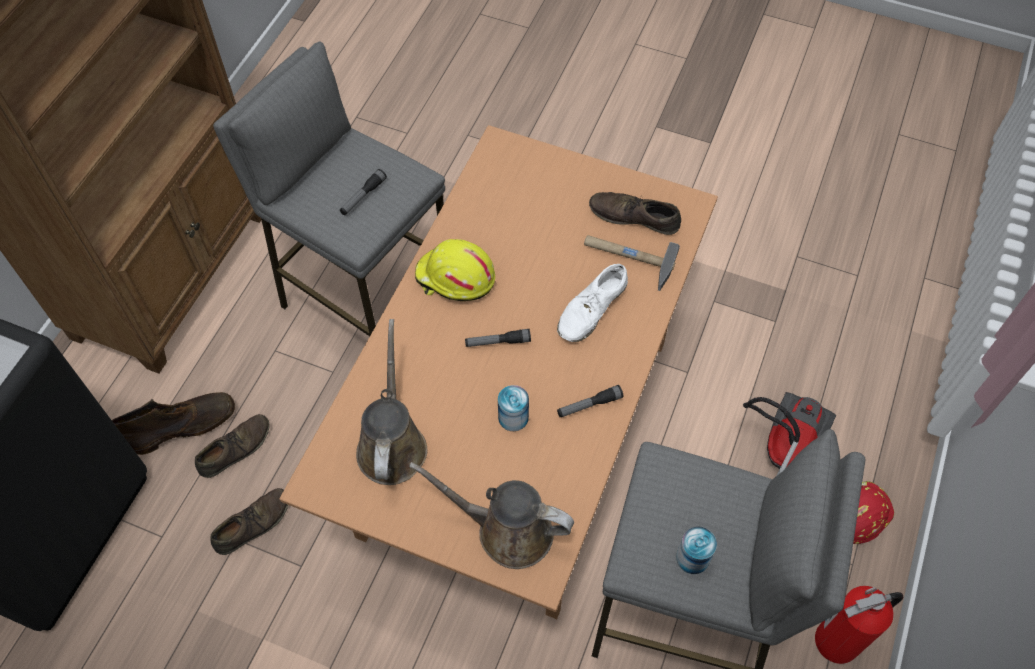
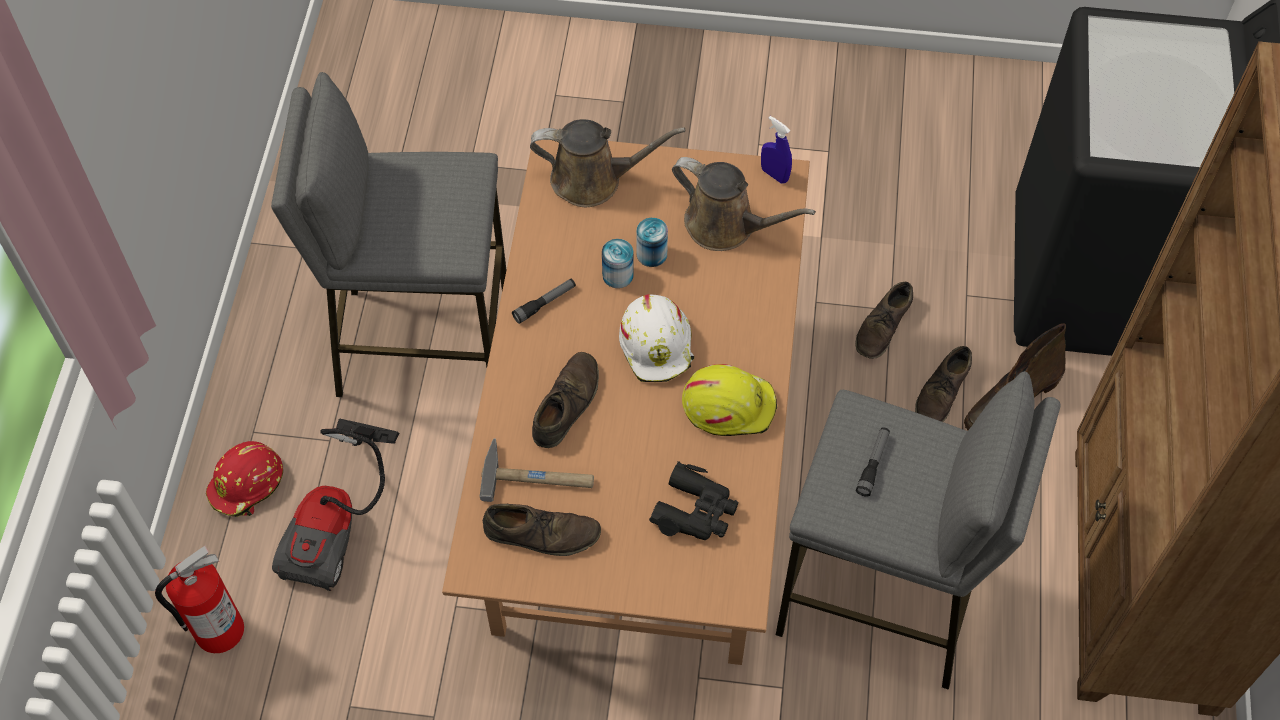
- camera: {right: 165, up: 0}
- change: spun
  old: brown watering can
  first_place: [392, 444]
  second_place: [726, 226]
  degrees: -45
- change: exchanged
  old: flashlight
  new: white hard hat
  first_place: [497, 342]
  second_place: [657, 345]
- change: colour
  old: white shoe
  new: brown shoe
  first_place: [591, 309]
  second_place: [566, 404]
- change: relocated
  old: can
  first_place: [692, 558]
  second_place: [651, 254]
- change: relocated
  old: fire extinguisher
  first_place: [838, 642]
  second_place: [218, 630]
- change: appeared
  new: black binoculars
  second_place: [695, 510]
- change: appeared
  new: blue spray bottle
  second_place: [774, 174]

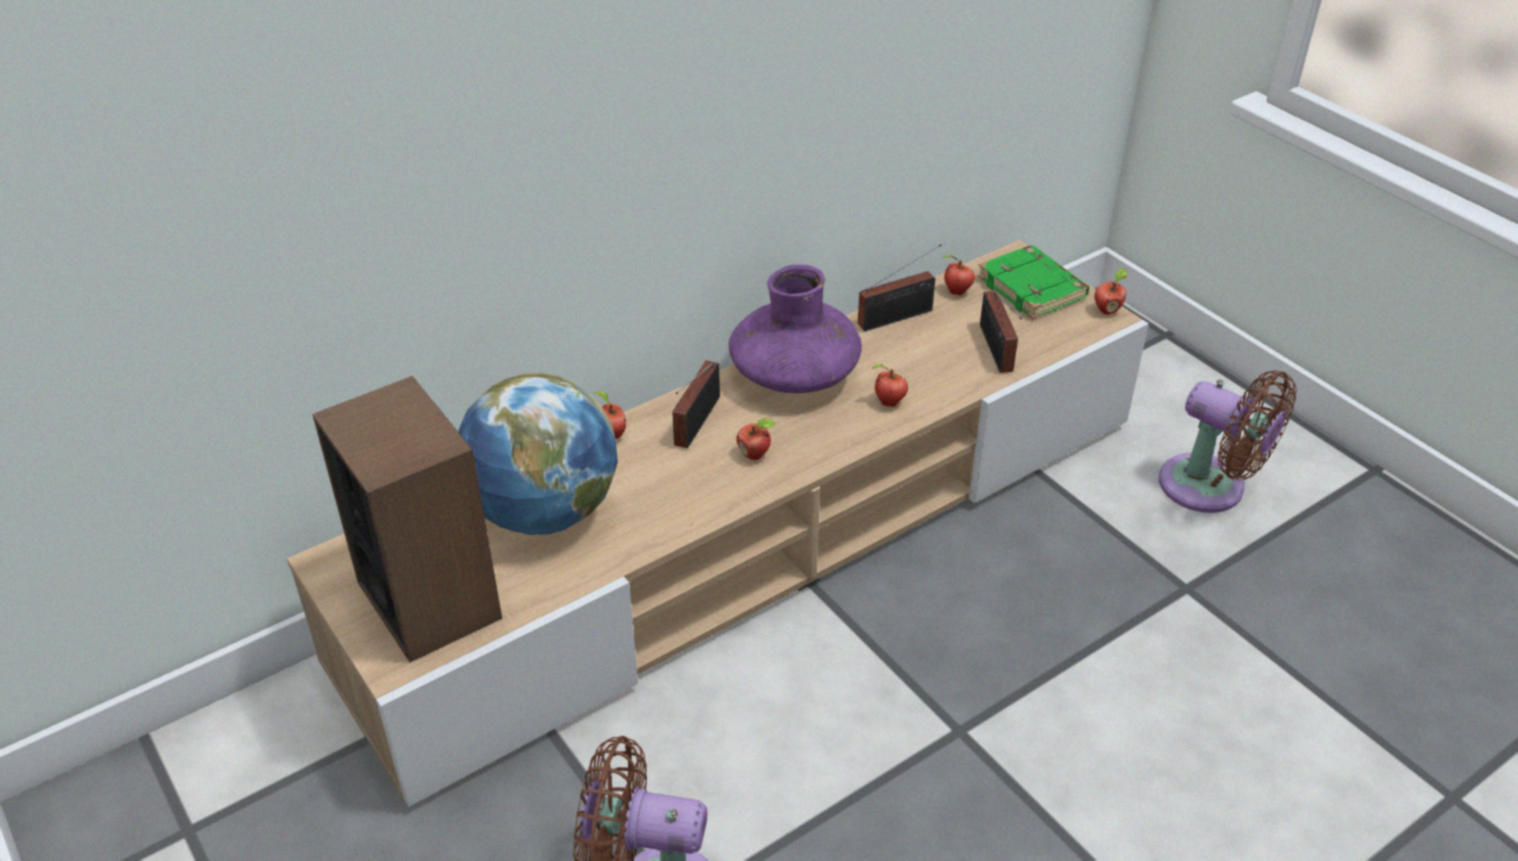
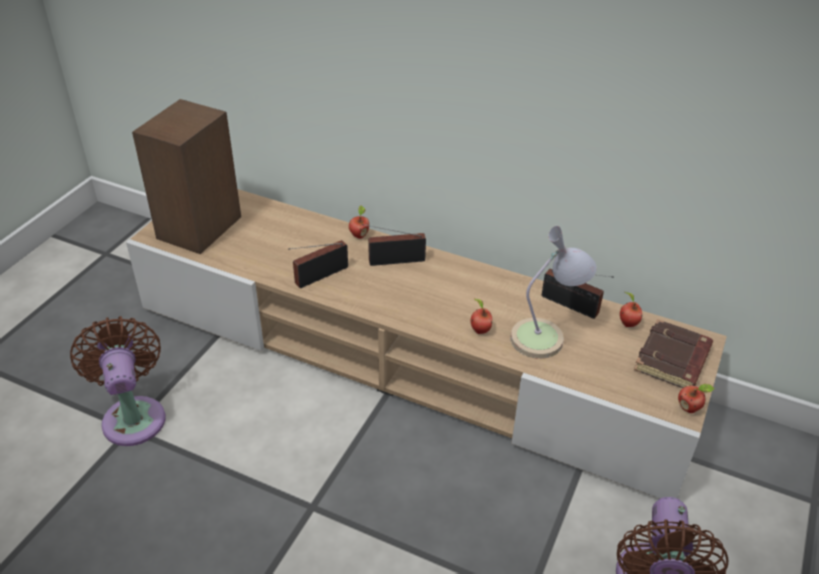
- camera: {right: 60, up: 0}
- change: missing
  old: globe
  first_place: [544, 513]
- change: missing
  old: purple vase
  first_place: [794, 375]
- change: missing
  old: apple
  first_place: [755, 455]
- change: colour
  old: green book
  new: brown book
  first_place: [1033, 288]
  second_place: [673, 360]
- change: relocated
  old: radio
  first_place: [996, 351]
  second_place: [318, 276]
- change: appeared
  new: table lamp
  second_place: [547, 336]

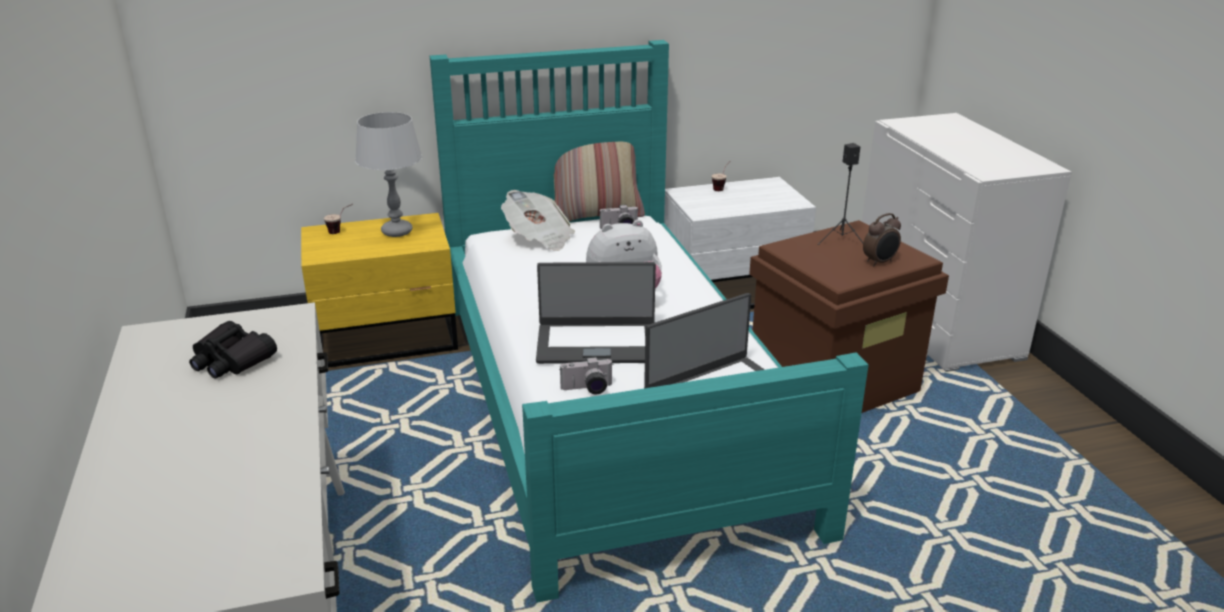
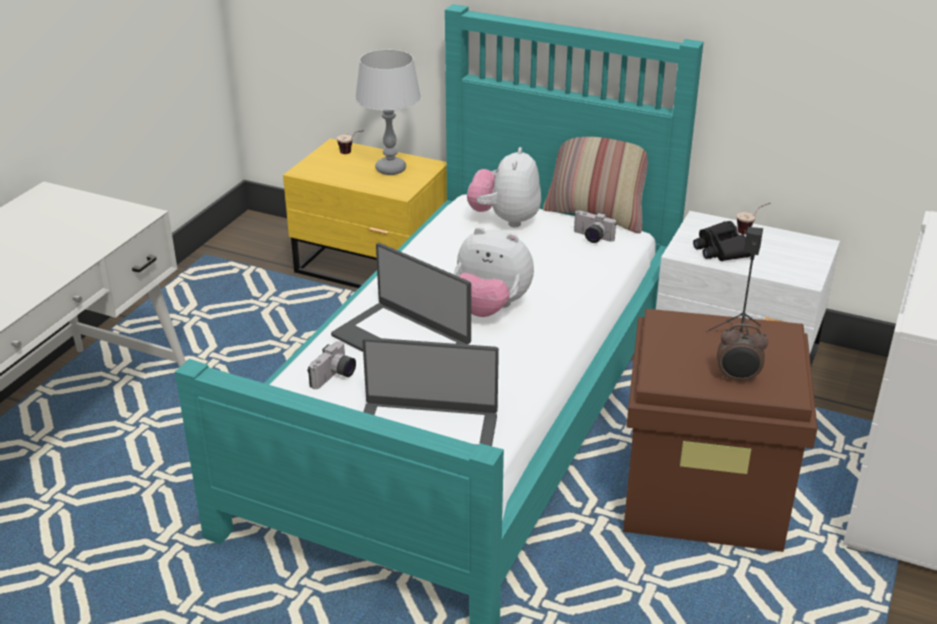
- camera: {right: 40, up: 5}
- change: relocated
  old: black binoculars
  first_place: [231, 360]
  second_place: [721, 250]
- change: exchanged
  old: newspaper
  new: plush toy
  first_place: [539, 238]
  second_place: [505, 219]
- change: spun
  old: photo camera
  first_place: [587, 389]
  second_place: [335, 377]
  degrees: -90

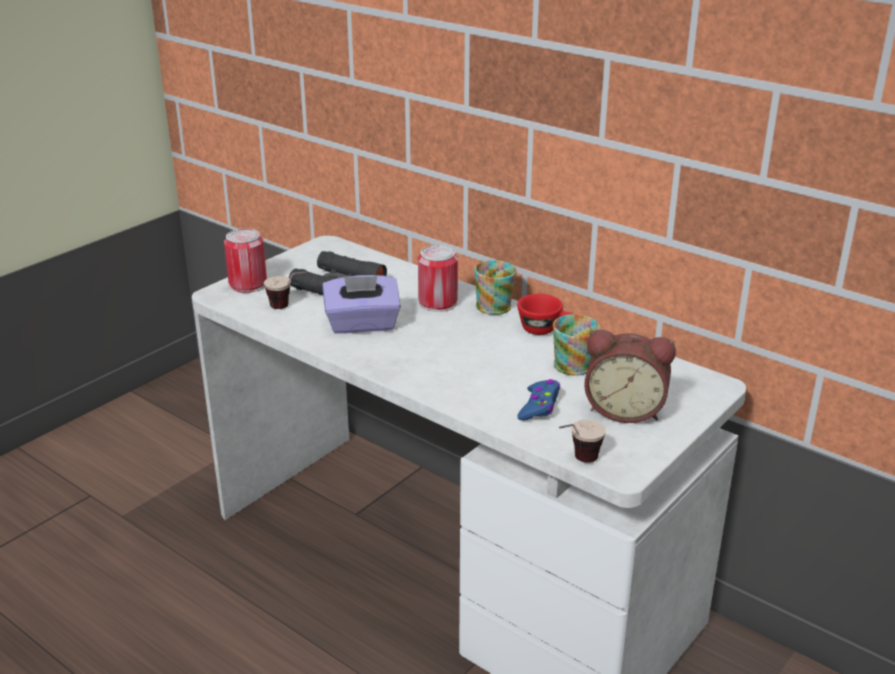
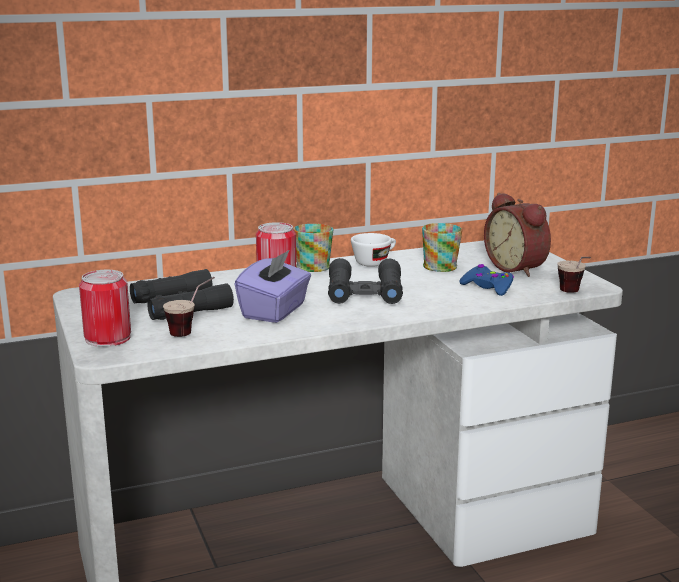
- camera: {right: -60, up: -10}
- change: colour
  old: red cup
  new: white cup
  first_place: [545, 330]
  second_place: [374, 262]
- change: spun
  old: alarm clock
  first_place: [625, 409]
  second_place: [518, 268]
  degrees: 105
- change: appeared
  new: black binoculars
  second_place: [365, 292]

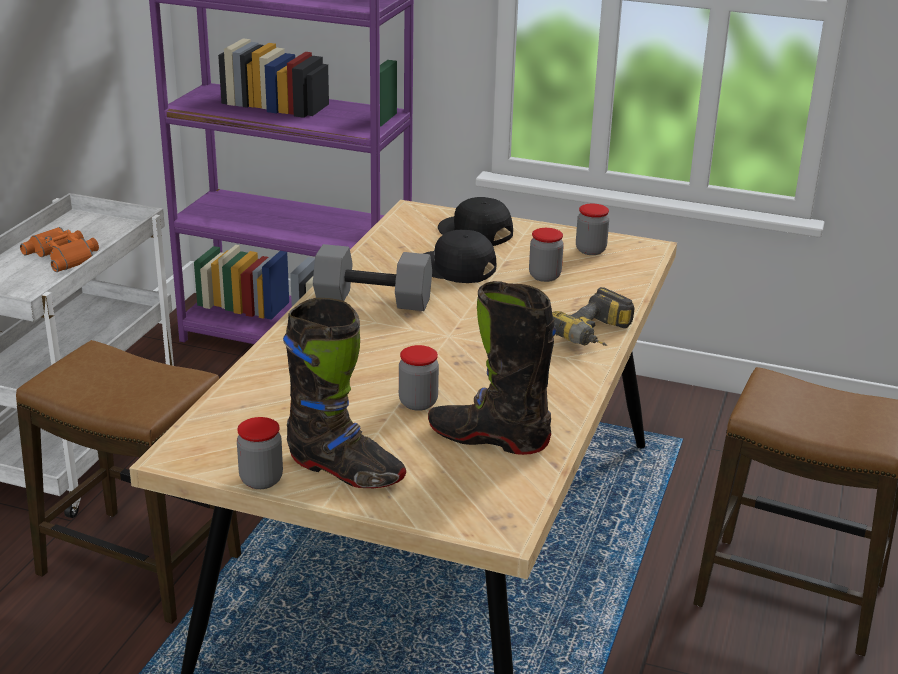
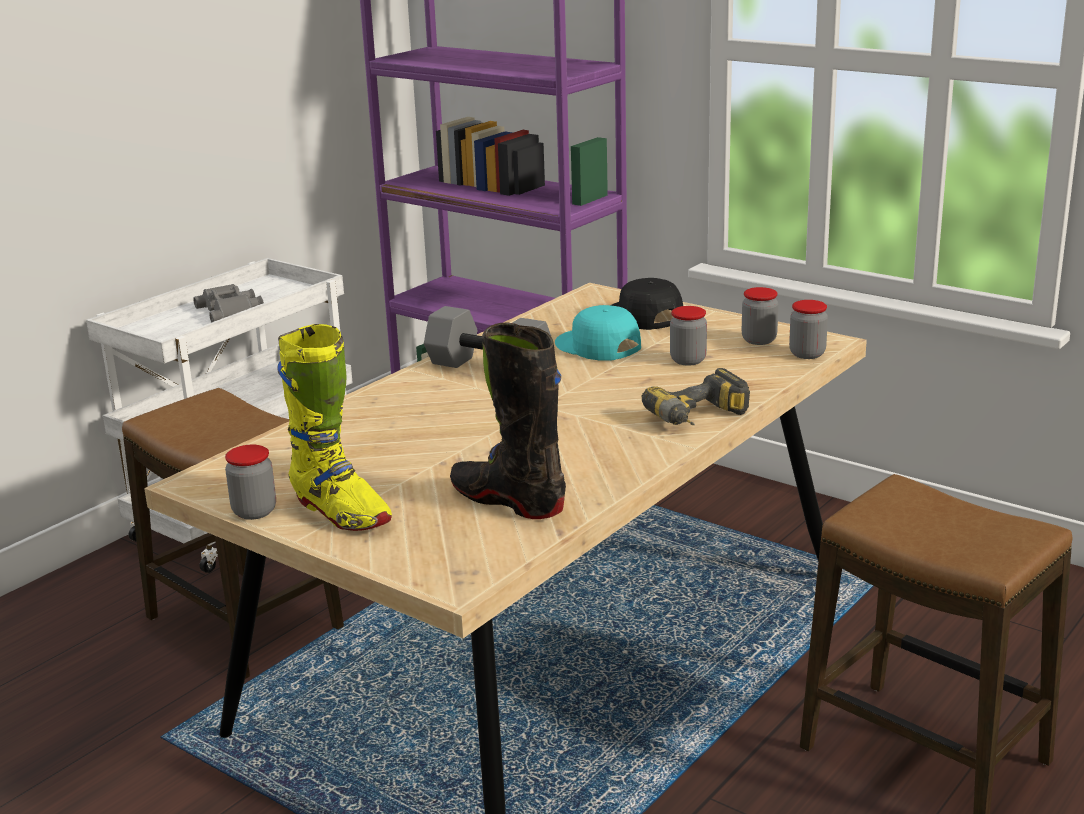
- camera: {right: 20, up: -5}
- change: colour
  old: orange binoculars
  new: grey binoculars
  first_place: [64, 255]
  second_place: [232, 311]
- change: colour
  old: black boot
  new: yellow boot
  first_place: [345, 470]
  second_place: [340, 513]
- change: relocated
  old: jar
  first_place: [418, 403]
  second_place: [807, 354]
- change: colour
  old: black cap
  new: turquoise cap
  first_place: [455, 268]
  second_place: [597, 346]

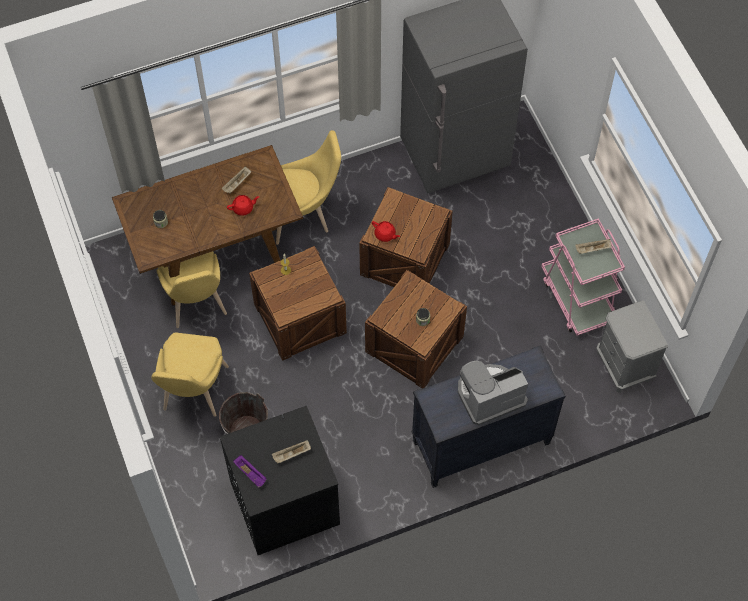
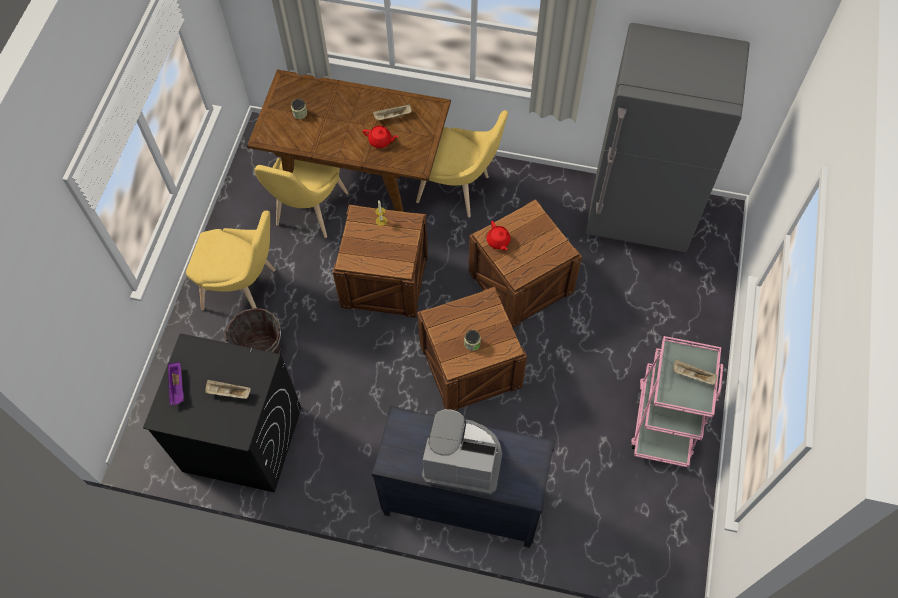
- camera: {right: 35, up: 0}
- change: spun
  old: yellow chair
  first_place: [193, 393]
  second_place: [245, 289]
  degrees: -120
- change: missing
  old: grey nightstand
  first_place: [624, 366]

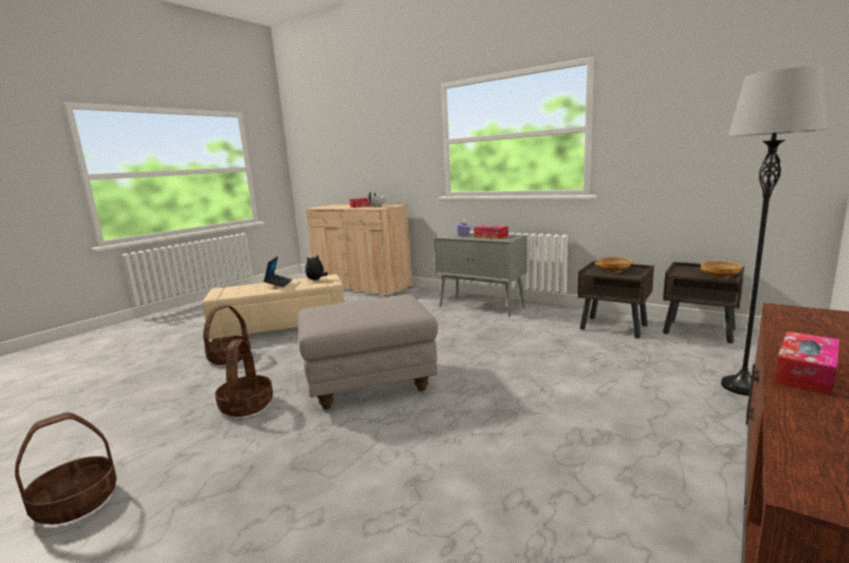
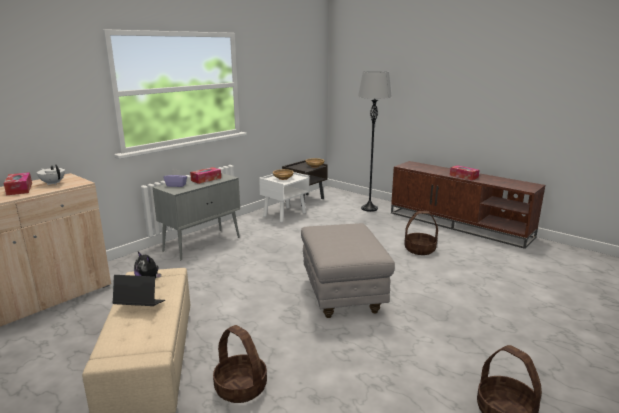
- camera: {right: -85, up: 5}
- change: relocated
  old: basket
  first_place: [247, 405]
  second_place: [420, 249]
- change: colour
  old: brown nightstand
  new: white nightstand
  first_place: [614, 327]
  second_place: [285, 214]

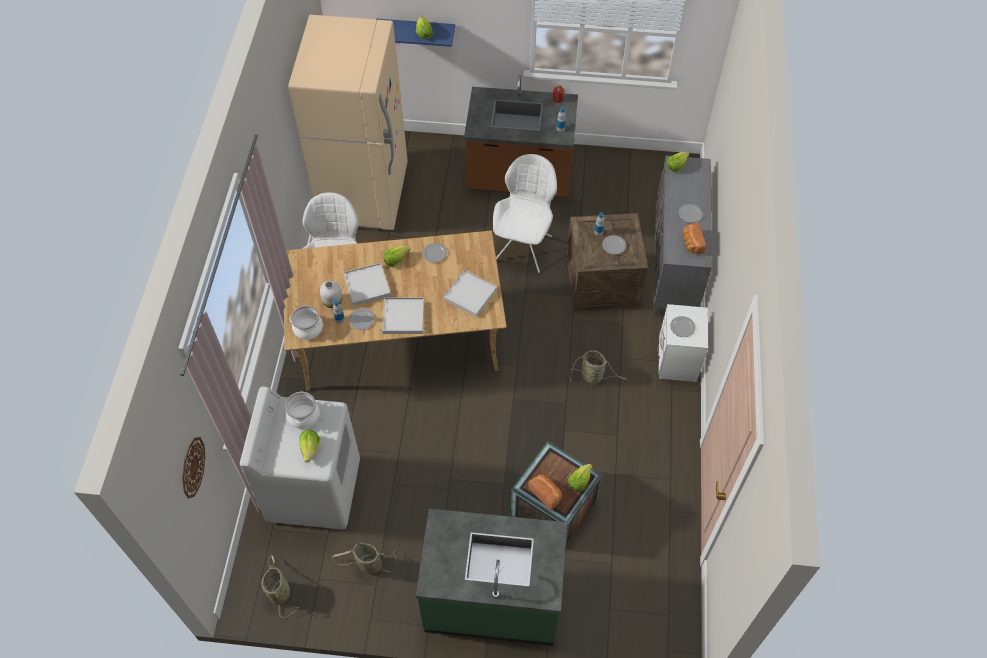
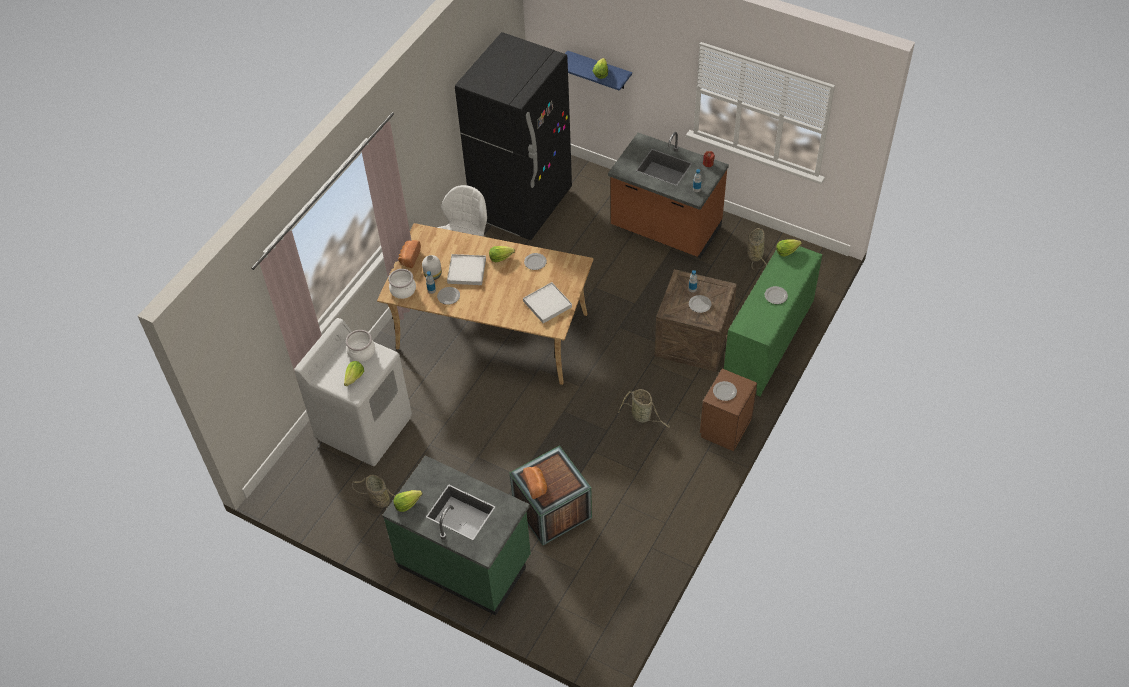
- camera: {right: 25, up: -5}
- change: missing
  old: wall clock
  first_place: [192, 467]
- change: relocated
  old: basket
  first_place: [279, 591]
  second_place: [755, 254]
- change: colour
  old: beige fridge
  new: black fridge
  first_place: [364, 195]
  second_place: [522, 204]
- change: missing
  old: white tray
  first_place: [403, 317]
- change: missing
  old: white chair
  first_place: [524, 247]
- change: relocated
  old: lettuce
  first_place: [579, 481]
  second_place: [407, 503]
- change: colour
  old: grey cabinet
  new: green cabinet
  first_place: [675, 265]
  second_place: [768, 346]
- change: colour
  old: white nightstand
  new: brown nightstand
  first_place: [676, 361]
  second_place: [724, 428]
- change: relocated
  old: bread
  first_place: [691, 243]
  second_place: [409, 258]

